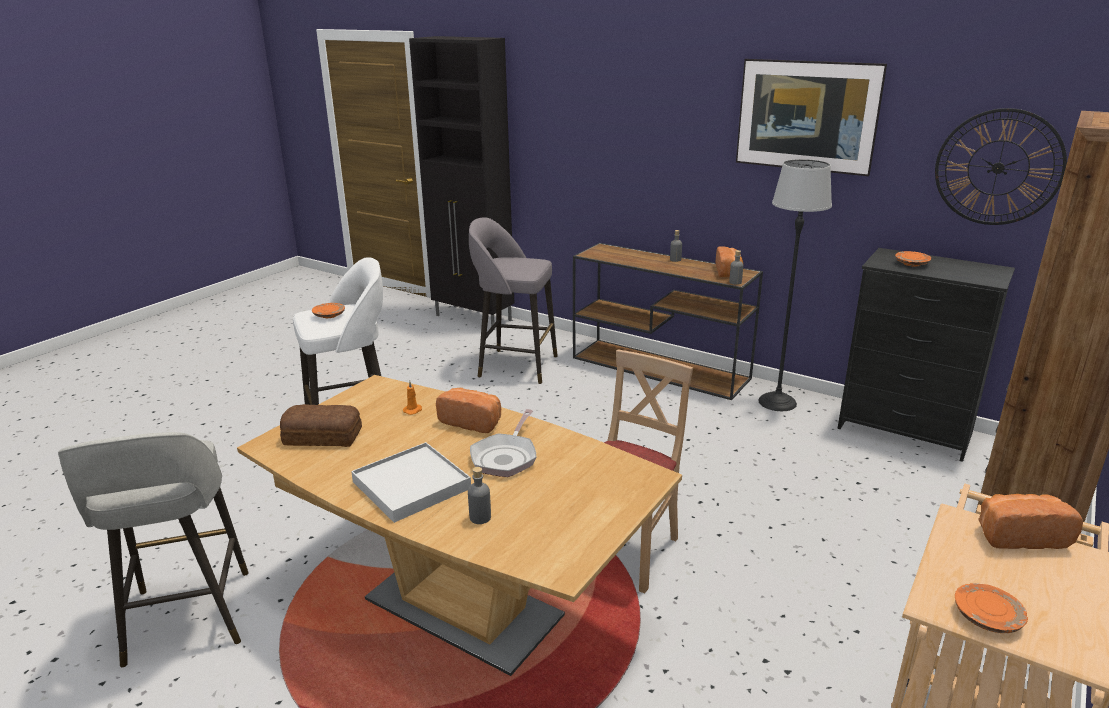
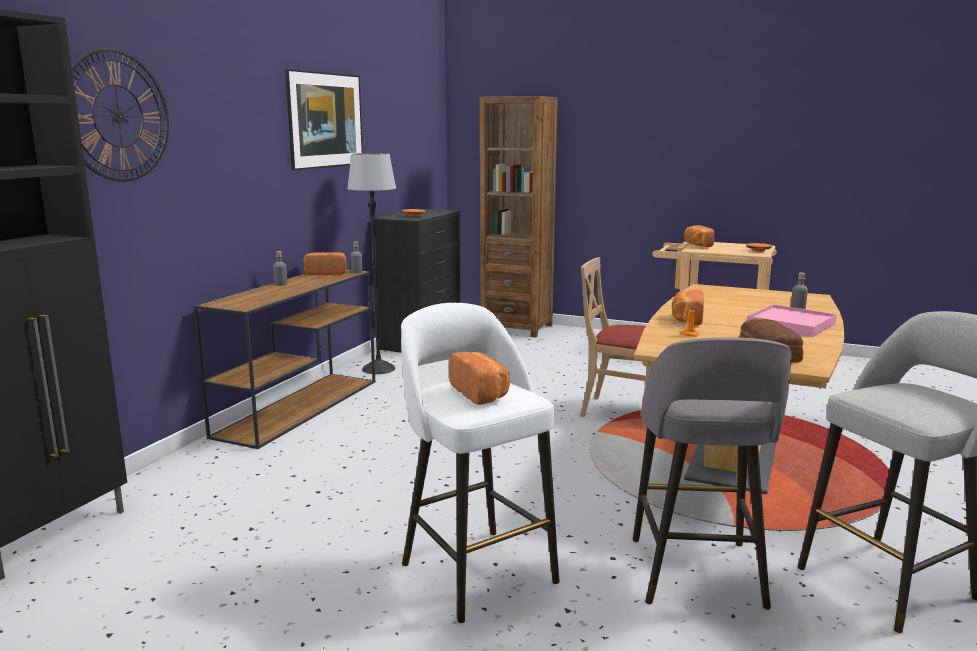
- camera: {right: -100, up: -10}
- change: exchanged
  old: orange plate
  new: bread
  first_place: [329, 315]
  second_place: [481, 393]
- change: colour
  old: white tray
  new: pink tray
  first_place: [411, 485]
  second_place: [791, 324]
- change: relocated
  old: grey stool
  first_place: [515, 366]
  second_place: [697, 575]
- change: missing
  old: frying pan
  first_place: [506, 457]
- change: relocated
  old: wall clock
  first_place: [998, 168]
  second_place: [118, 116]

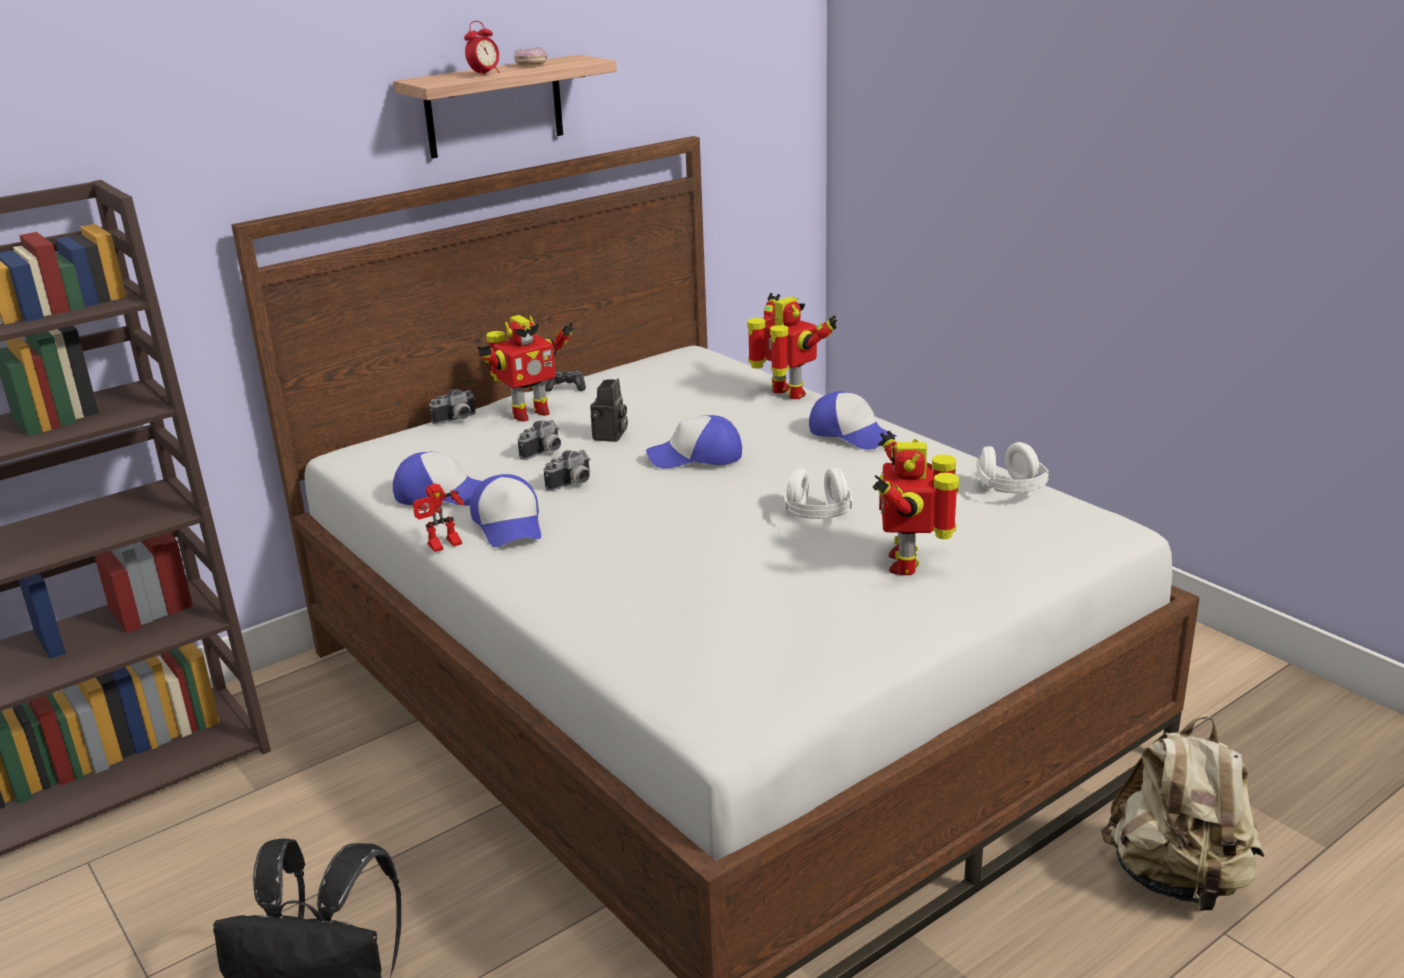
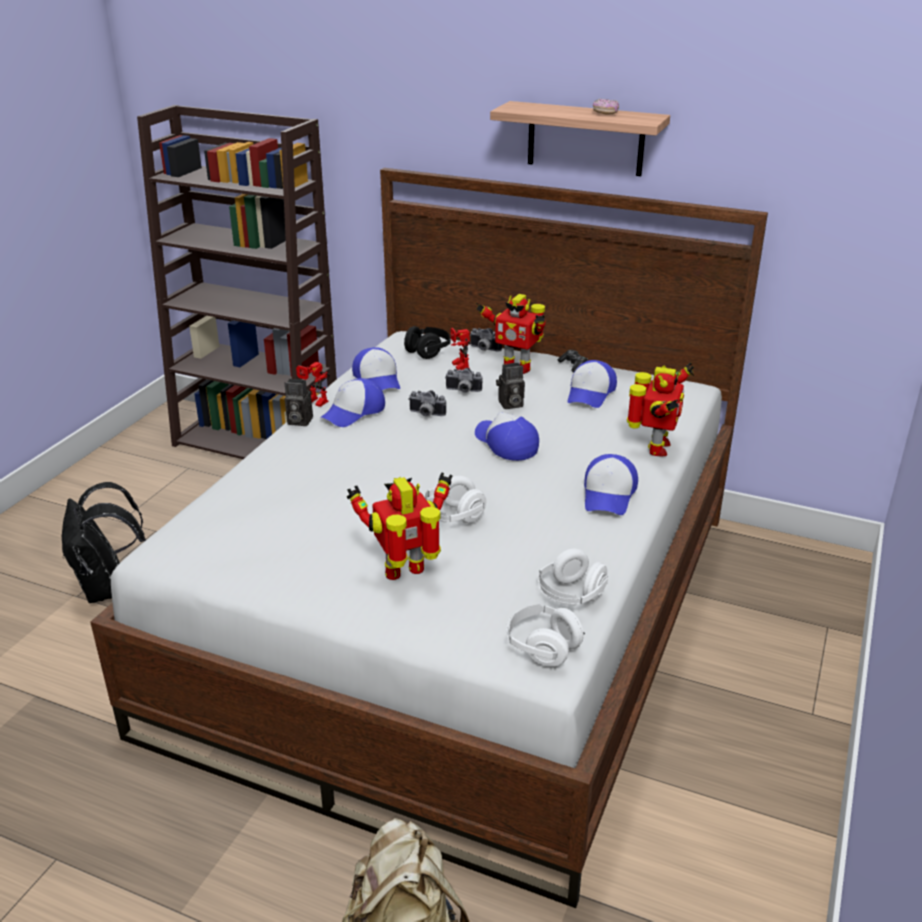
- camera: {right: 60, up: 5}
- change: missing
  old: alarm clock
  first_place: [484, 74]
- change: appeared
  new: photo camera
  second_place: [298, 421]
- change: appeared
  new: black headphones
  second_place: [428, 352]
- change: appeared
  new: toy robot
  second_place: [457, 365]
- change: appeared
  new: white headphones
  second_place: [542, 647]
- change: appeared
  new: cap
  second_place: [590, 393]

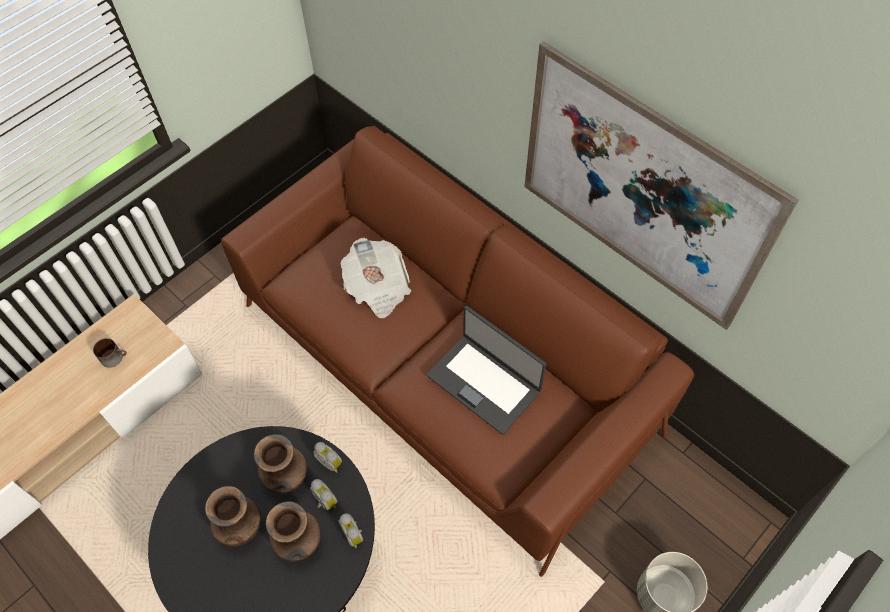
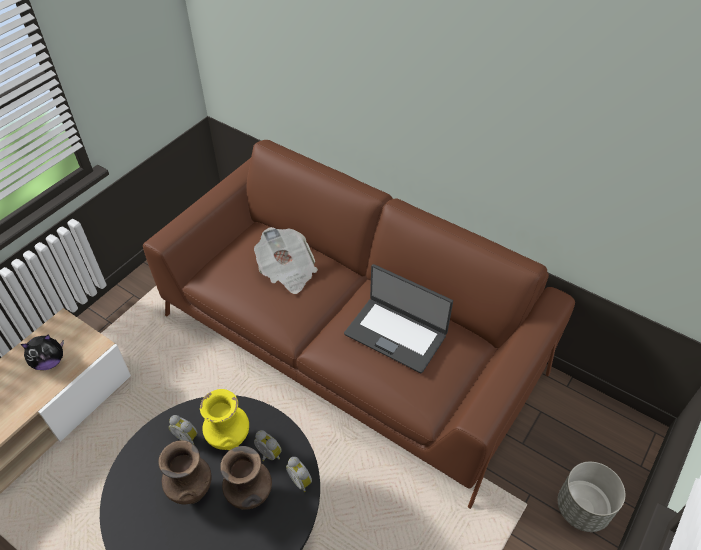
- camera: {right: -10, up: -10}
- change: exchanged
  old: mug
  new: plush toy
  first_place: [115, 357]
  second_place: [49, 362]
- change: colour
  old: brown vase
  new: yellow vase
  first_place: [288, 480]
  second_place: [230, 441]
- change: relocated
  old: alarm clock
  first_place: [331, 462]
  second_place: [187, 436]
- change: missing
  old: picture
  first_place: [640, 190]

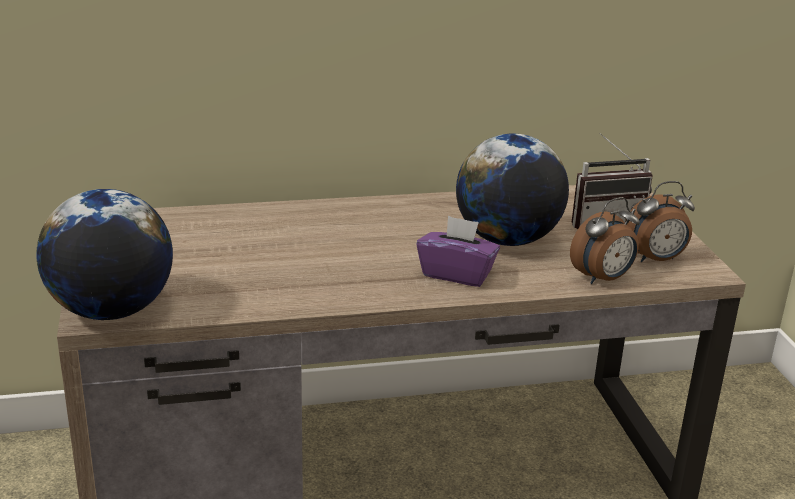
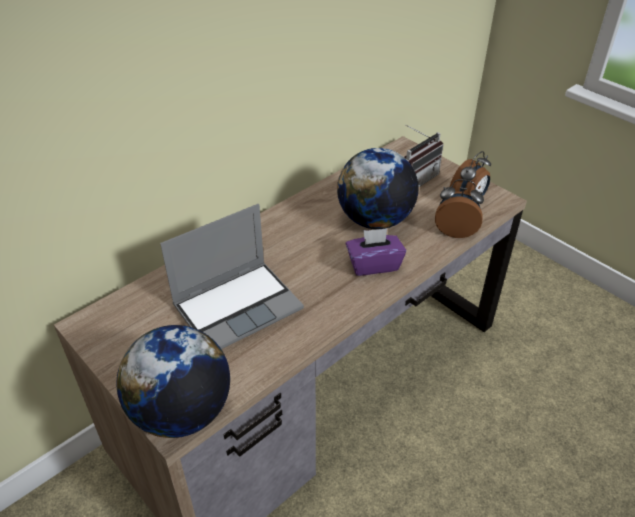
- camera: {right: -30, up: 15}
- change: spun
  old: alarm clock
  first_place: [603, 279]
  second_place: [455, 230]
  degrees: -105
- change: appeared
  new: laptop
  second_place: [238, 306]

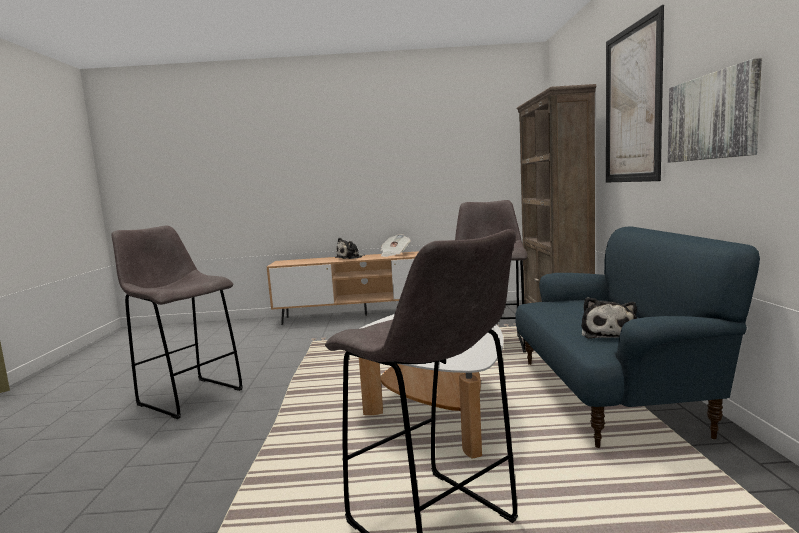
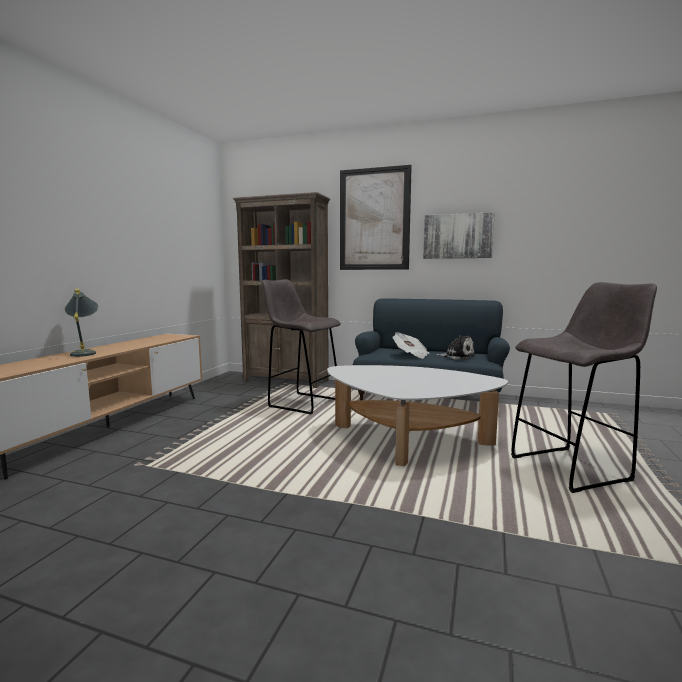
- camera: {right: -70, up: 0}
- change: missing
  old: grey stool
  first_place: [188, 396]
- change: exchanged
  old: plush toy
  new: grey table lamp
  first_place: [350, 257]
  second_place: [85, 353]
- change: relocated
  old: newspaper
  first_place: [394, 254]
  second_place: [410, 355]

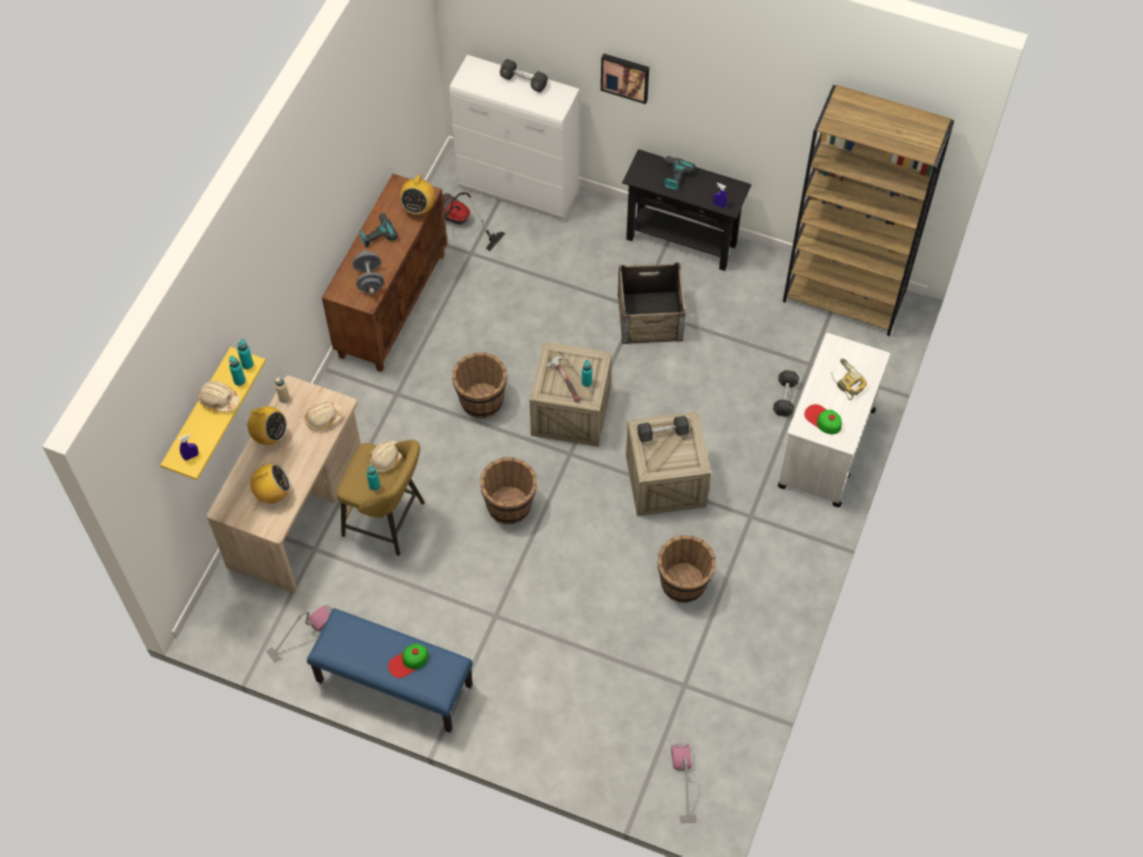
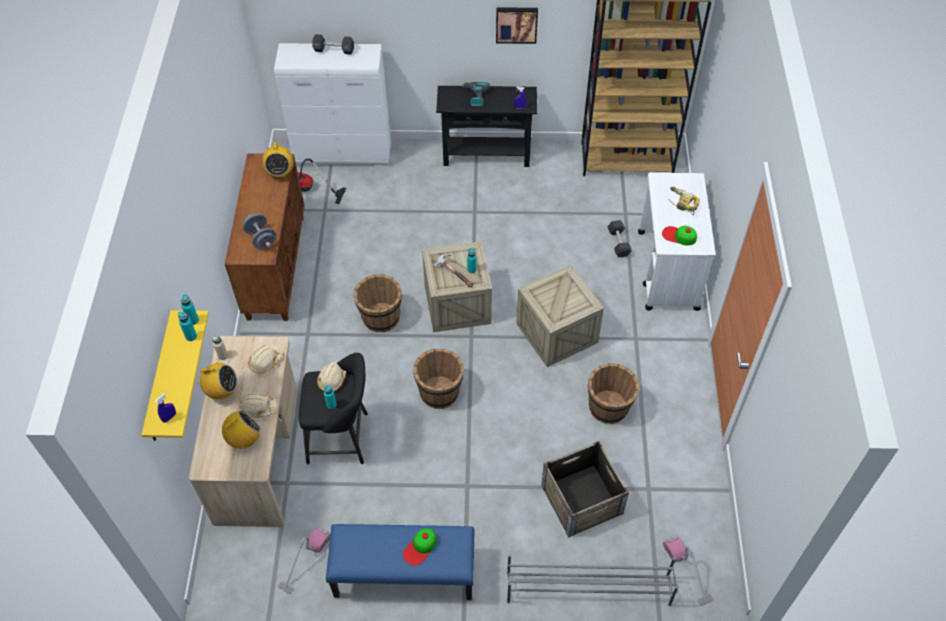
- camera: {right: -20, up: -5}
- change: relocated
  old: beige hard hat
  first_place: [219, 400]
  second_place: [258, 408]
- change: colour
  old: yellow stool
  new: black stool
  first_place: [388, 521]
  second_place: [342, 438]
- change: missing
  old: power drill
  first_place: [377, 234]
- change: relocated
  old: picture
  first_place: [625, 76]
  second_place: [516, 24]
- change: relocated
  old: crate
  first_place: [649, 317]
  second_place: [581, 500]
- change: missing
  old: black dumbbell
  first_place: [662, 433]
- change: appeared
  new: grey shoe rack
  second_place: [587, 588]

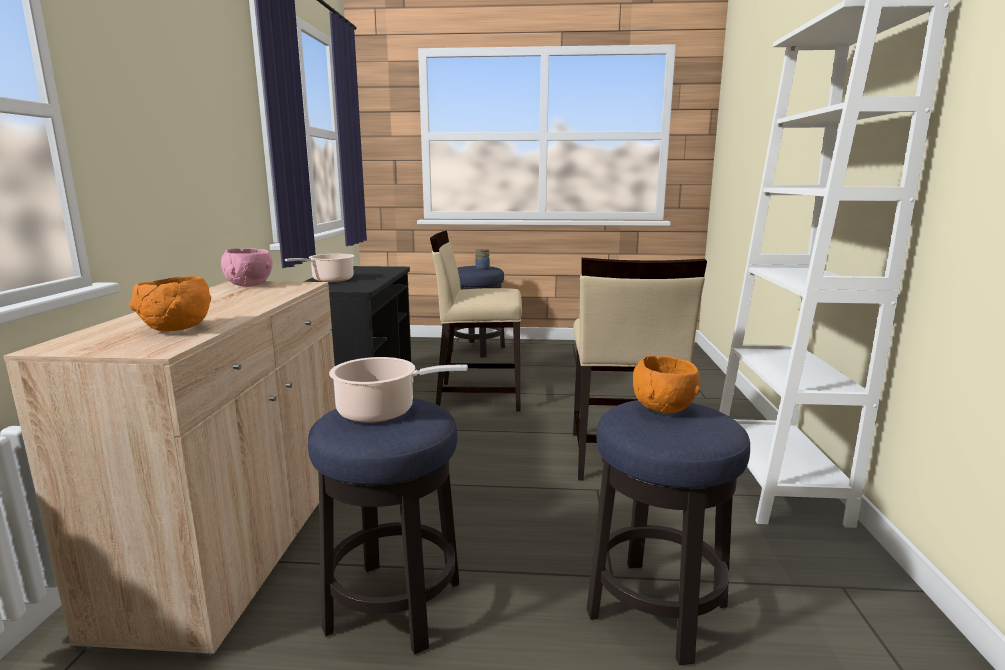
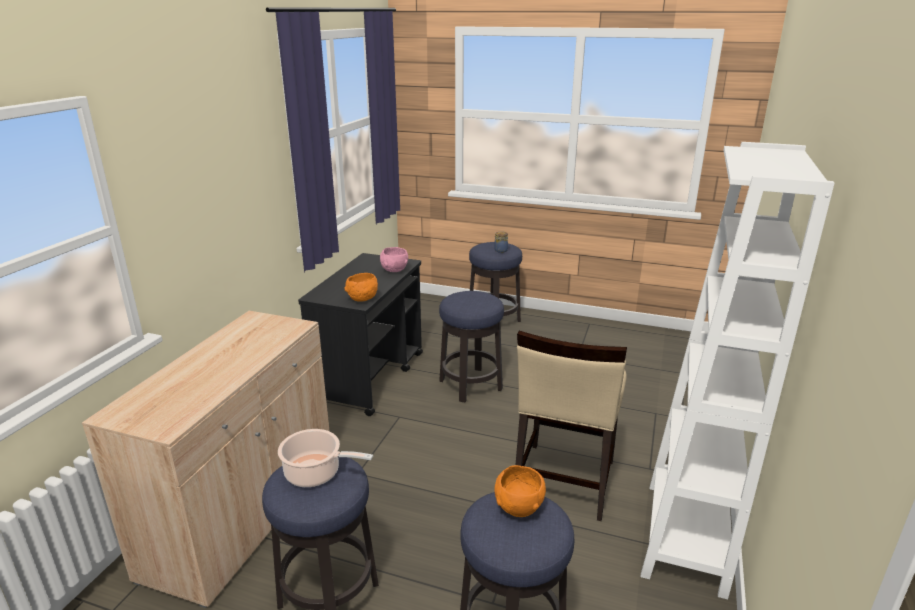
- camera: {right: 15, up: 10}
- change: relocated
  old: orange bowl
  first_place: [178, 329]
  second_place: [363, 299]
- change: relocated
  old: pink bowl
  first_place: [249, 285]
  second_place: [394, 270]
- change: missing
  old: cooking pot
  first_place: [330, 280]
- change: exchanged
  old: beige chair
  new: stool
  first_place: [478, 396]
  second_place: [470, 385]

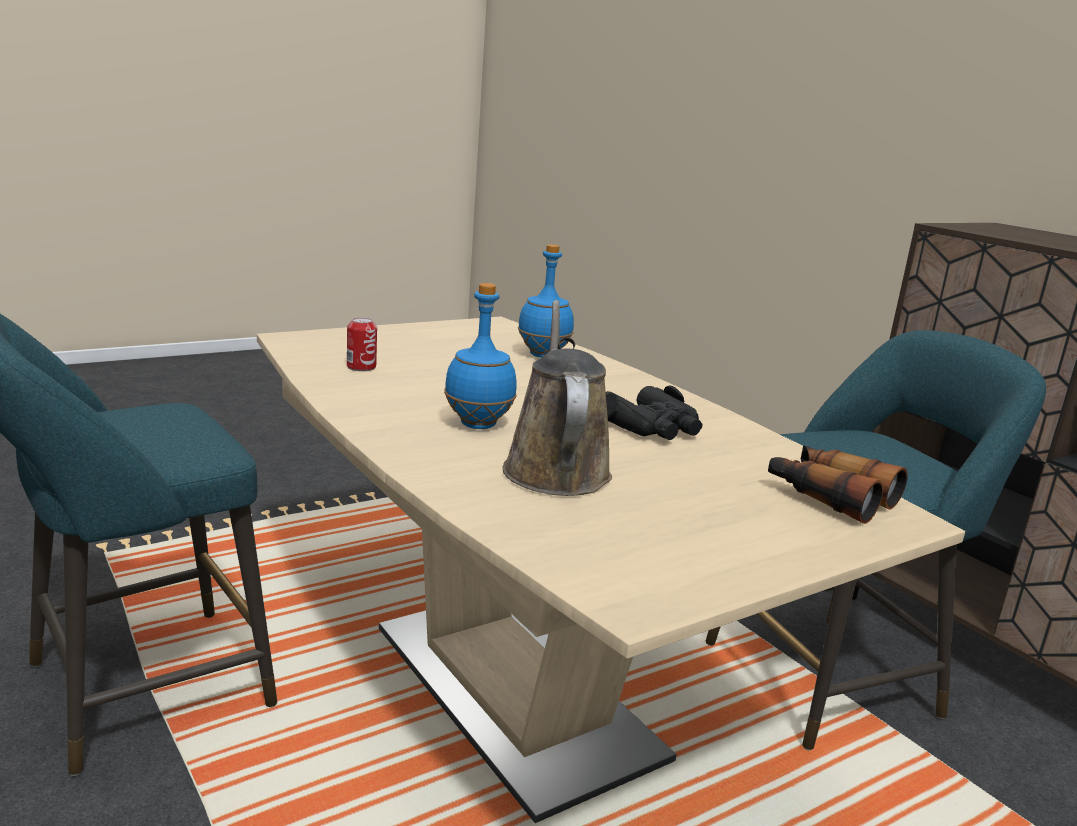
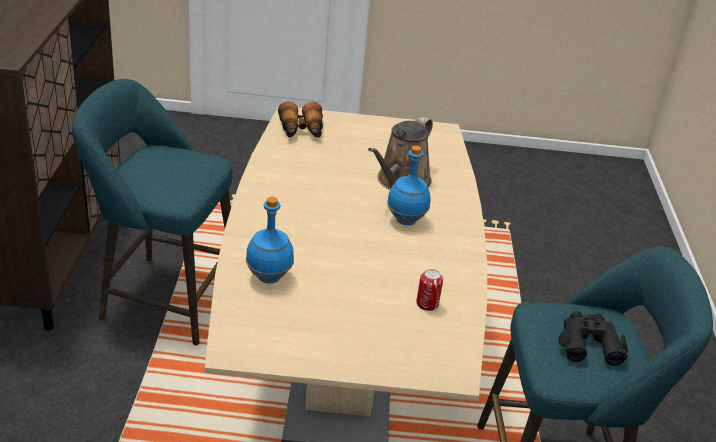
- camera: {right: -145, up: 15}
- change: relocated
  old: black binoculars
  first_place: [651, 427]
  second_place: [589, 343]

